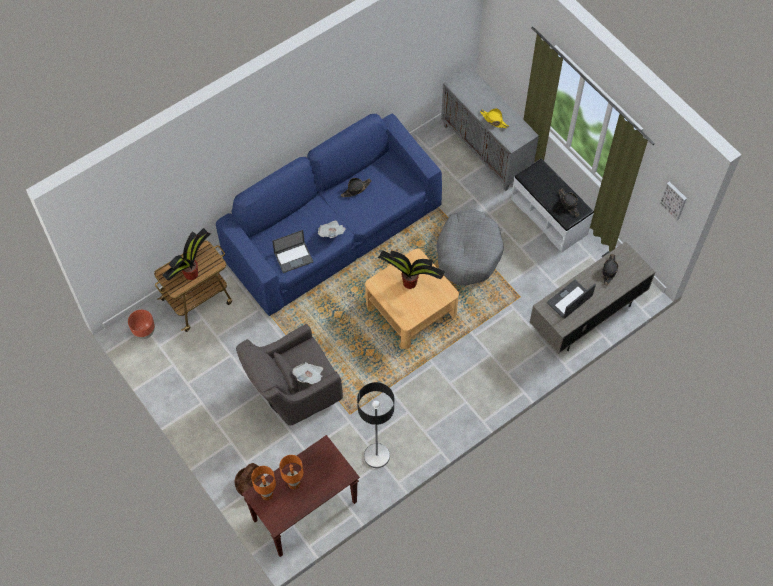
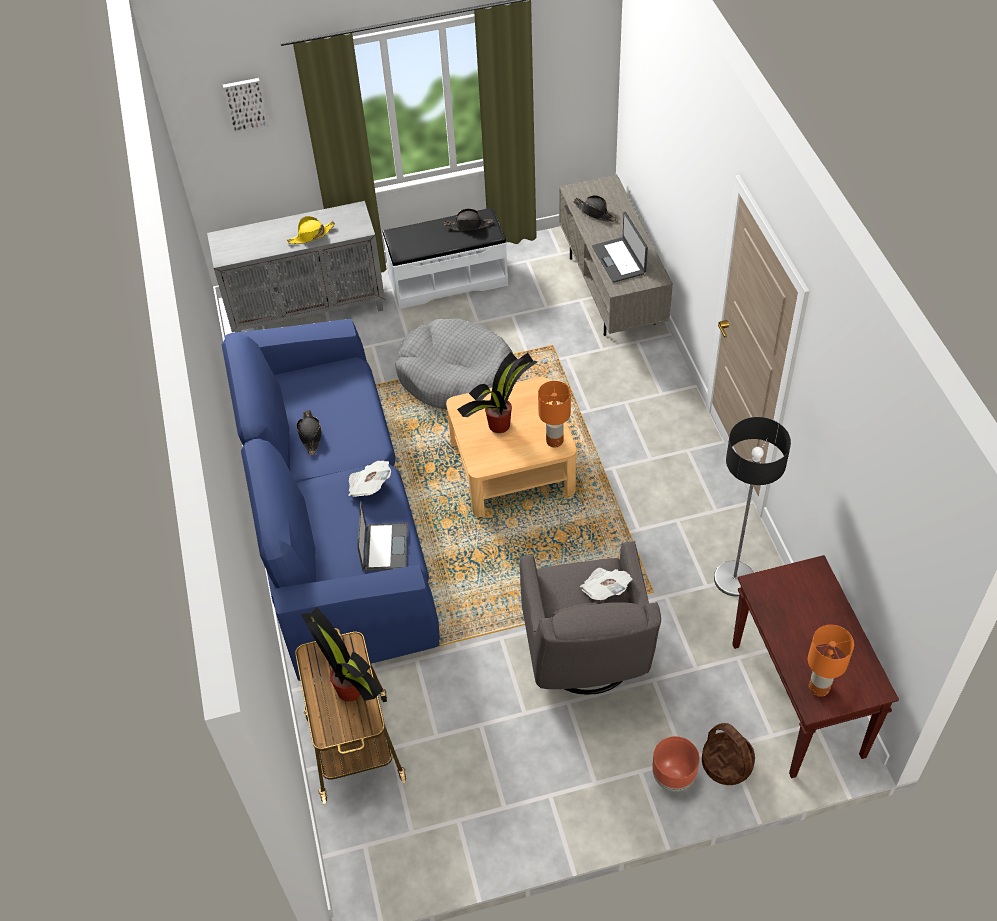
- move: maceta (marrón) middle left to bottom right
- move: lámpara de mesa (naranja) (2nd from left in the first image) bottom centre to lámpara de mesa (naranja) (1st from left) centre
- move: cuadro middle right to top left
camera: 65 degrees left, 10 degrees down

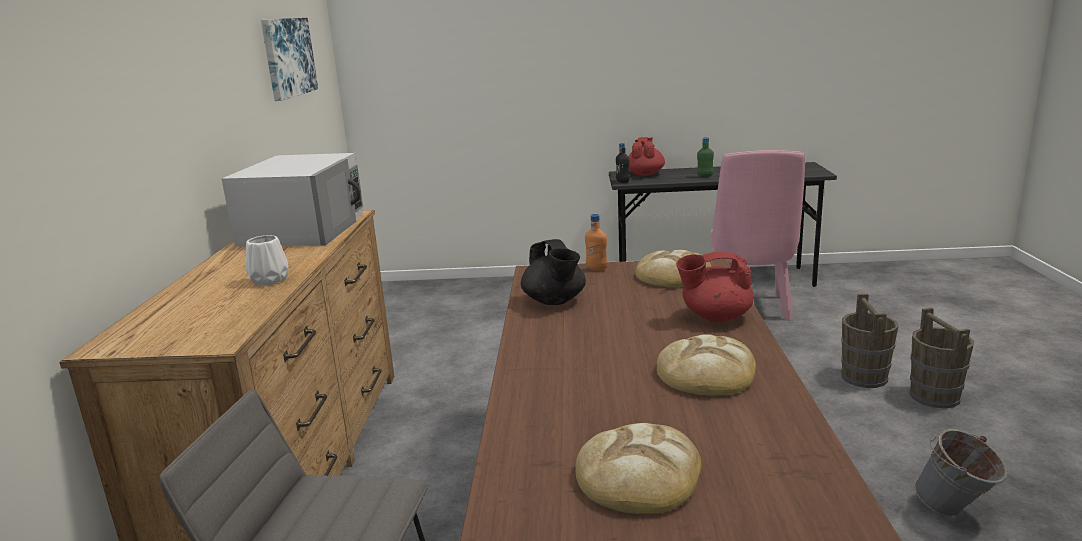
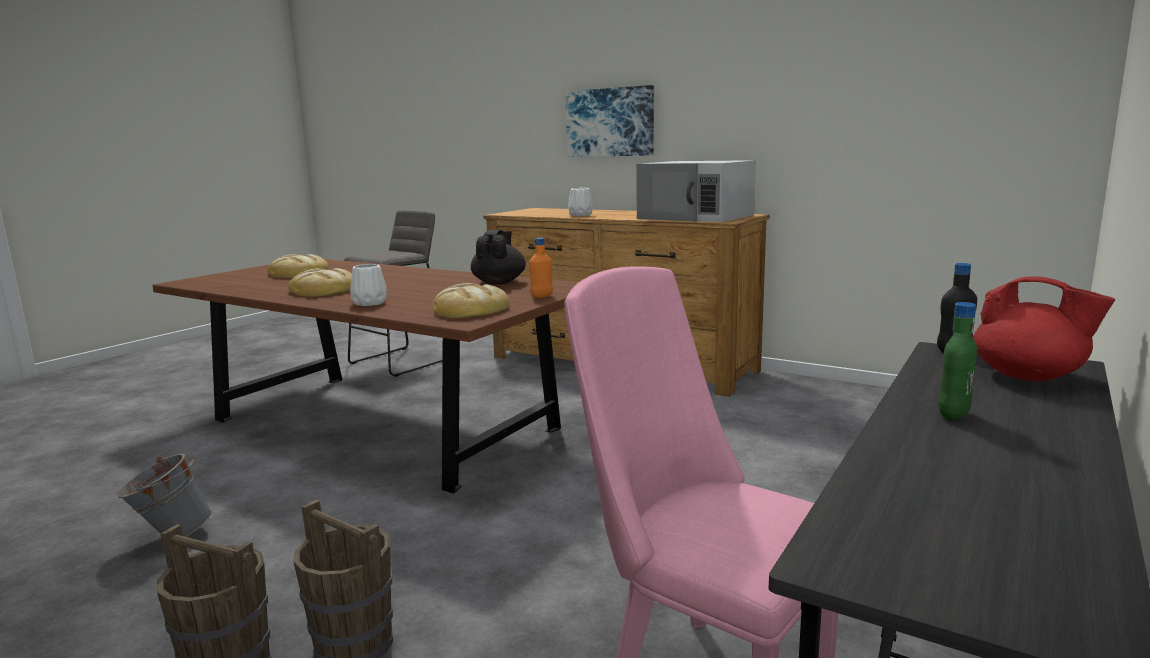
- move: cuadro top left to top centre
- rotate: tetera (negro) centre = centre 90 degrees clockwise
- replace: tetera (rojo) (2nd from left) centre to florero (blanco) (1st from left) middle left
camera: 120 degrees right, 5 degrees down

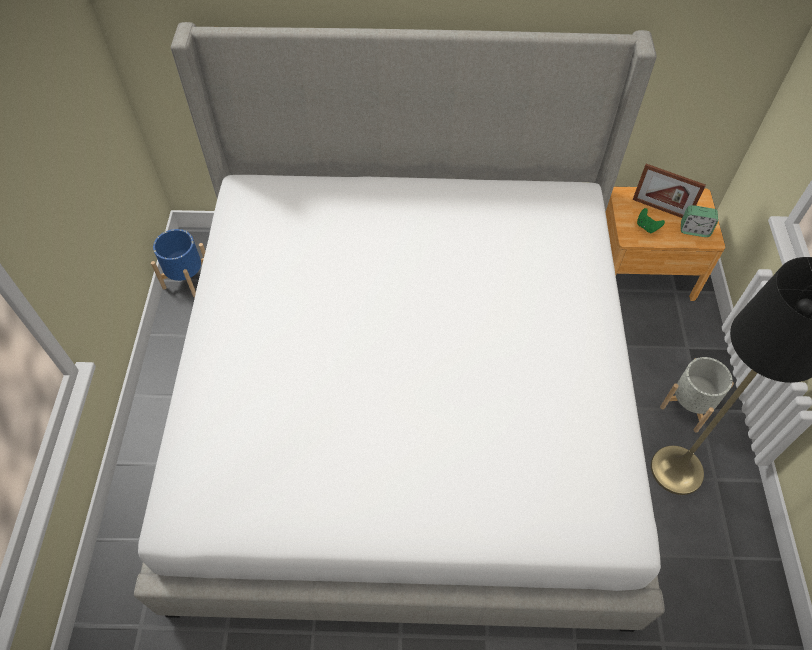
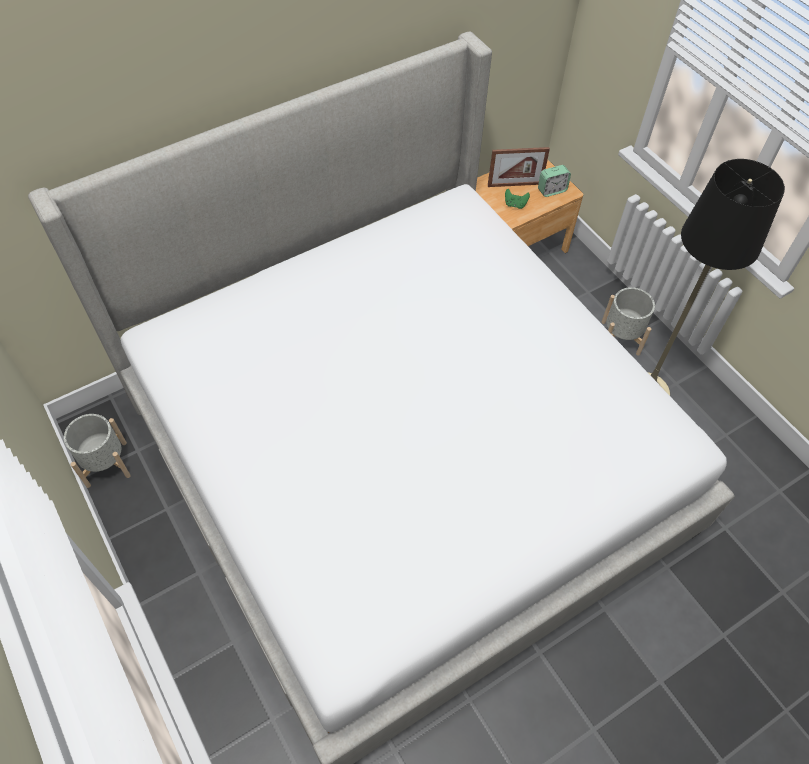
- recolor: maceta (azul) middle left to maceta (gris) (1st from left) middle left
camera: 35 degrees left, 0 degrees up

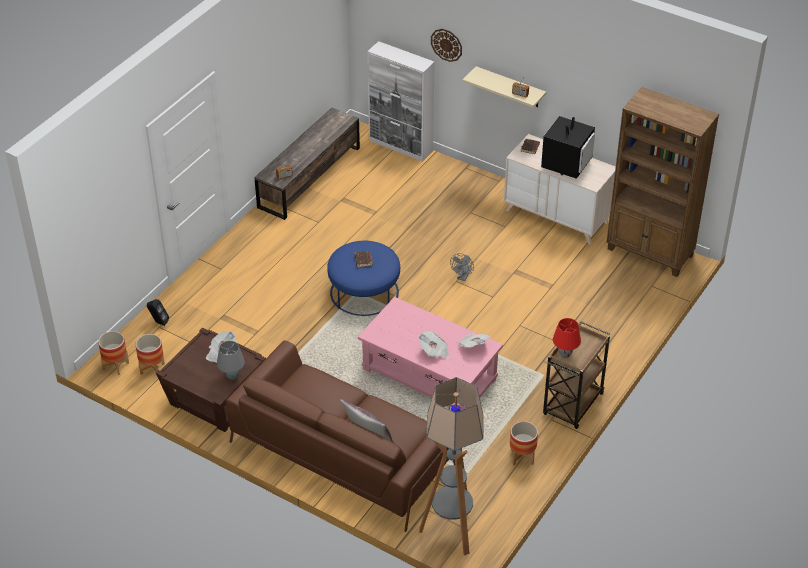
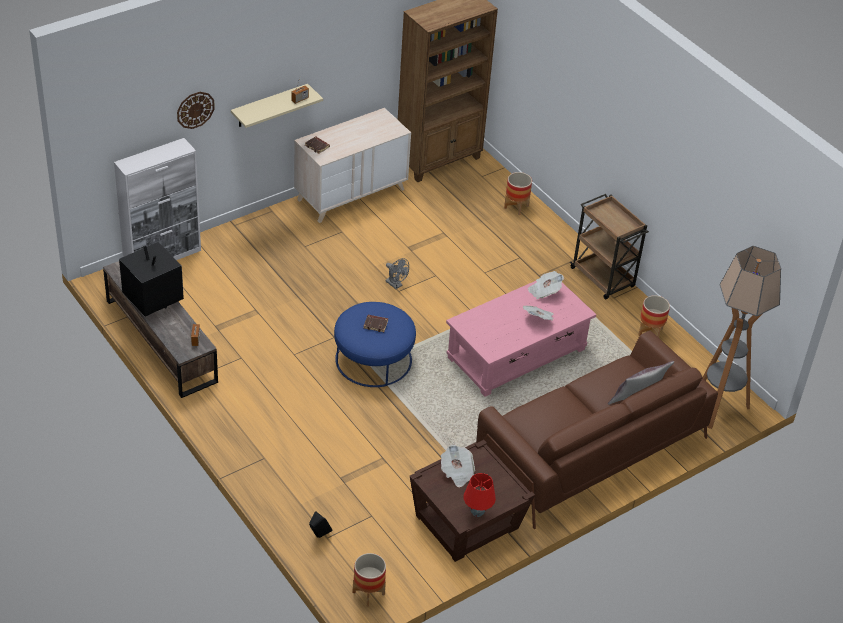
- move: maceta (2nd from left) middle left to top centre
- delete: lámpara de mesa (gris) middle left
- move: televisor top right to middle left
- move: lámpara de mesa (rojo) middle right to bottom centre
camera: 70 degrees left, 0 degrees up

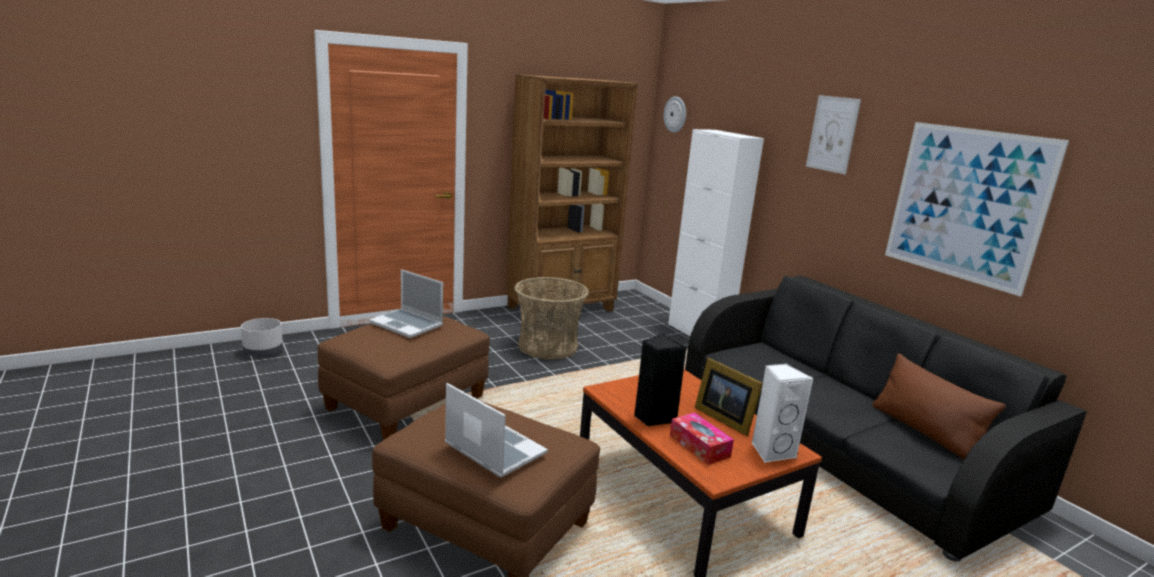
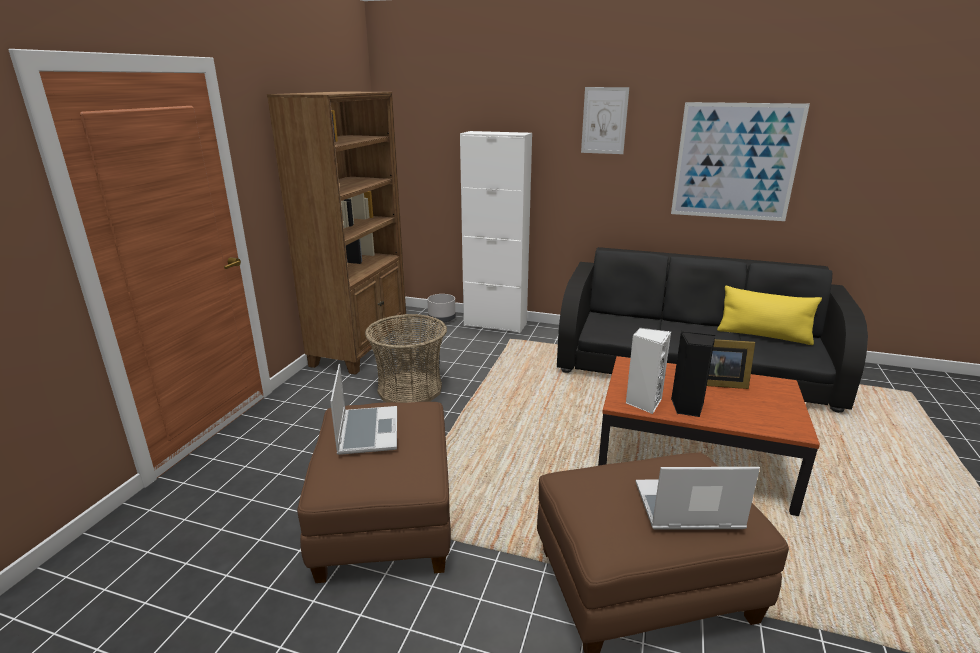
- move: maceta (gris) middle left to centre
- rotate: portátil (1st from left) centre = centre 90 degrees counterclockwise
- delete: reloj de pared top centre
- delete: caja de pañuelos bottom centre
- move: altavoz (blanco) bottom right to centre
- recolor: cojín (marrón) bottom right to cojín (amarillo) middle right
camera: 40 degrees left, 5 degrees up

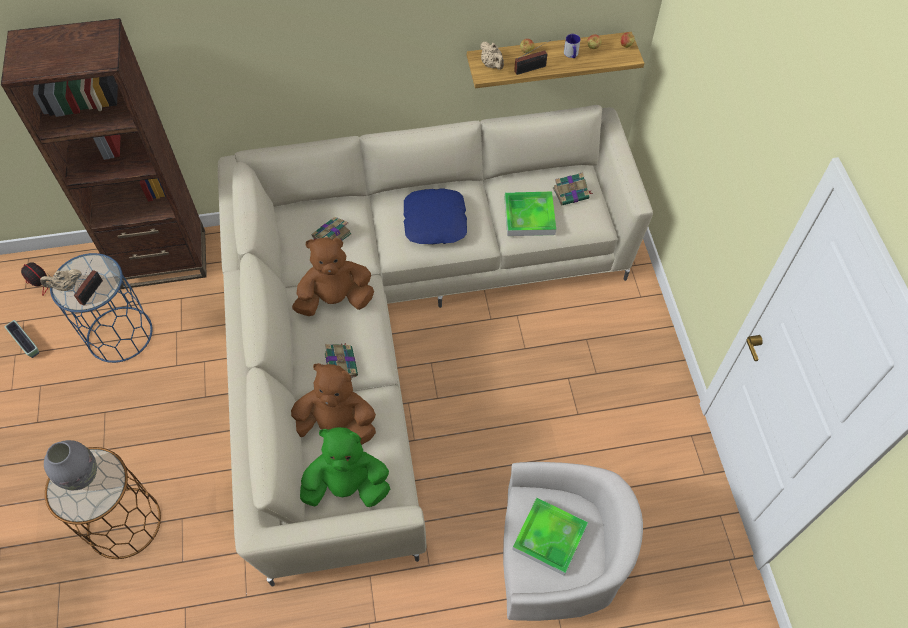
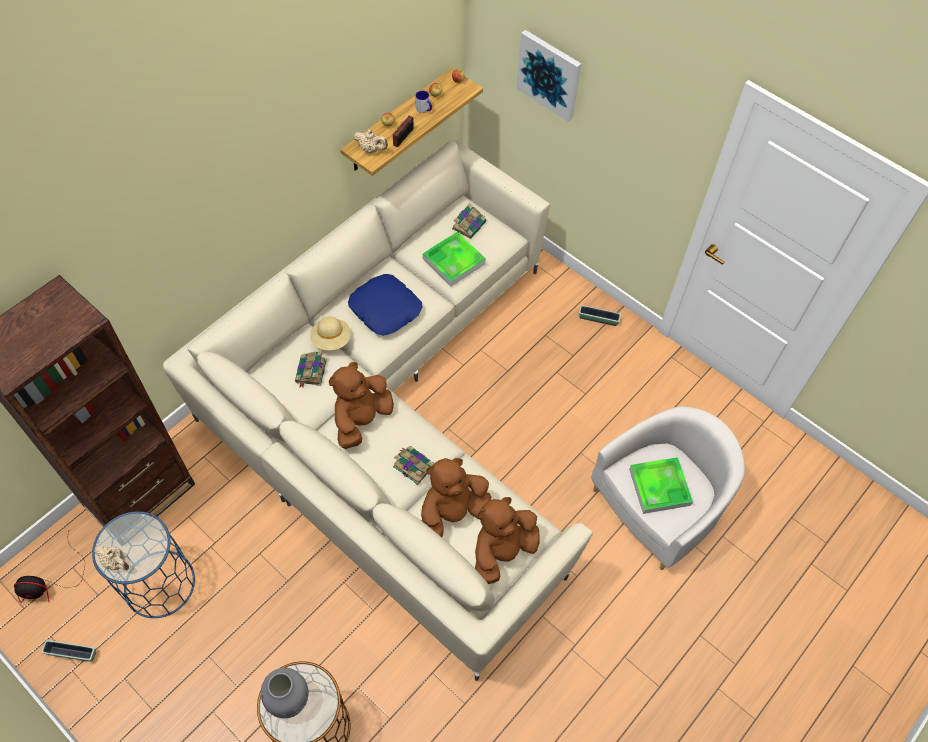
- rotate: tetera (beis) (1st from left) middle left = bottom left 90 degrees counterclockwise
- delete: radio (1st from left) middle left
- recolor: peluche (verde) bottom centre to peluche (marrón) (3rd from left) bottom centre
- insert: sombrero (beis) centre
- insert: cuadro top centre
- insert: maceta (2nd from left) centre
camera: 40 degrees left, 0 degrees up

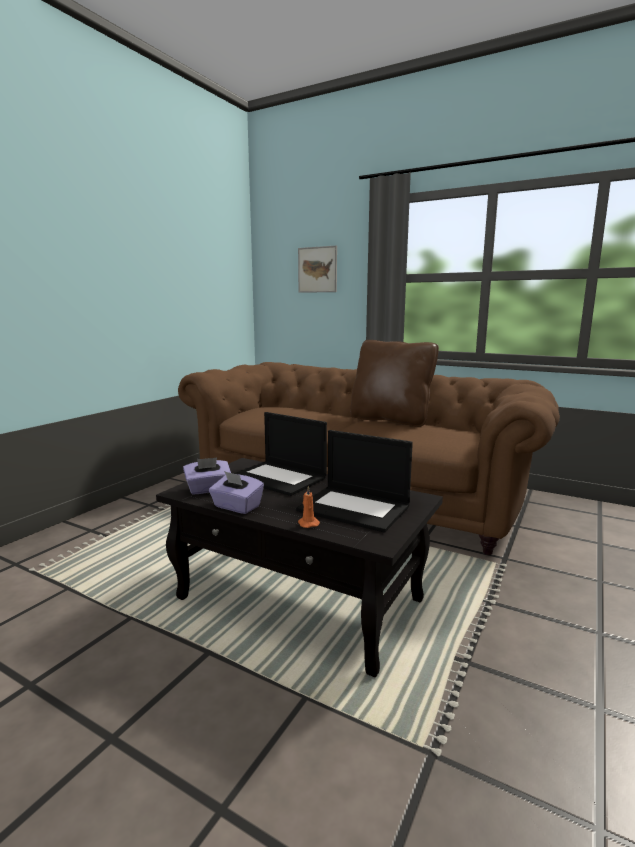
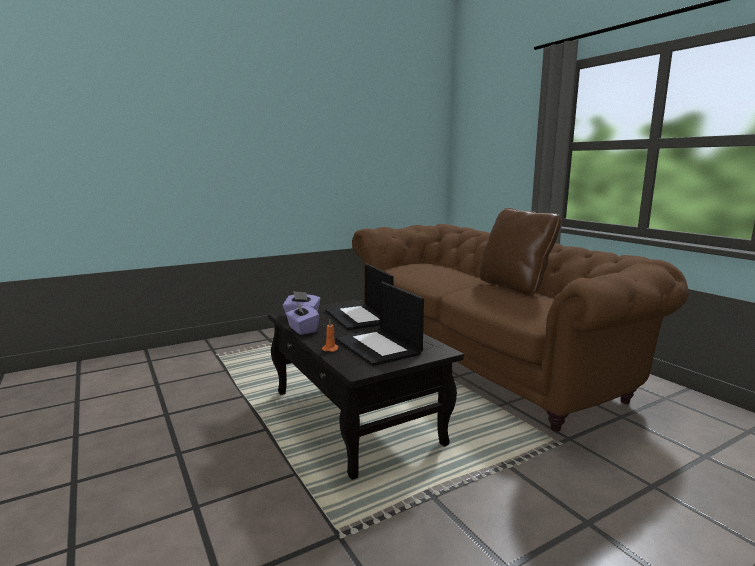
- delete: cuadro top centre
camera: 30 degrees right, 0 degrees up

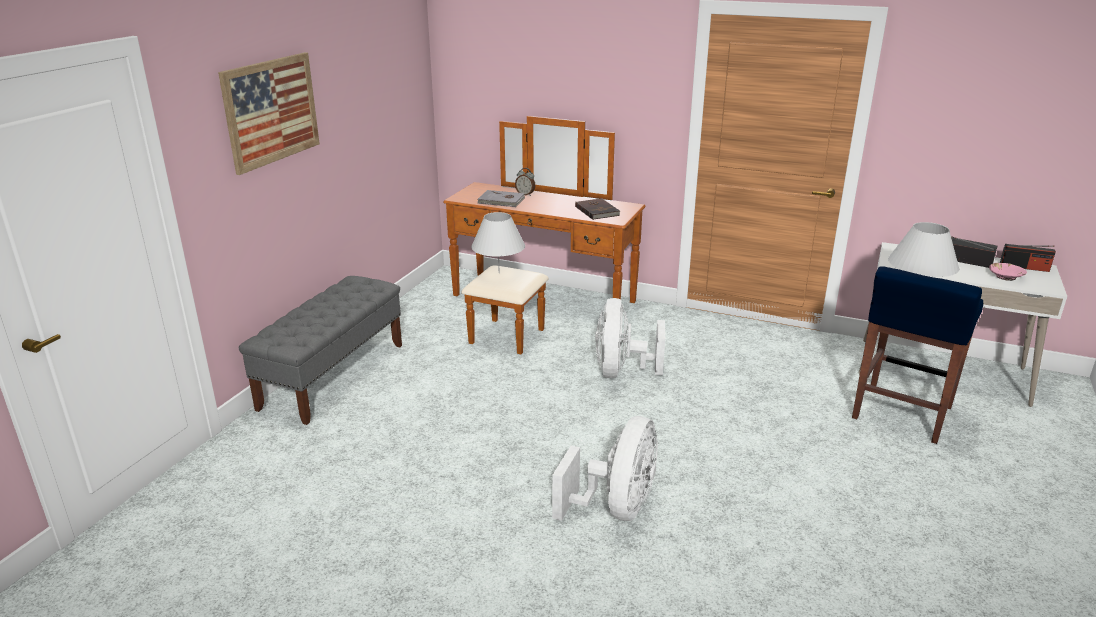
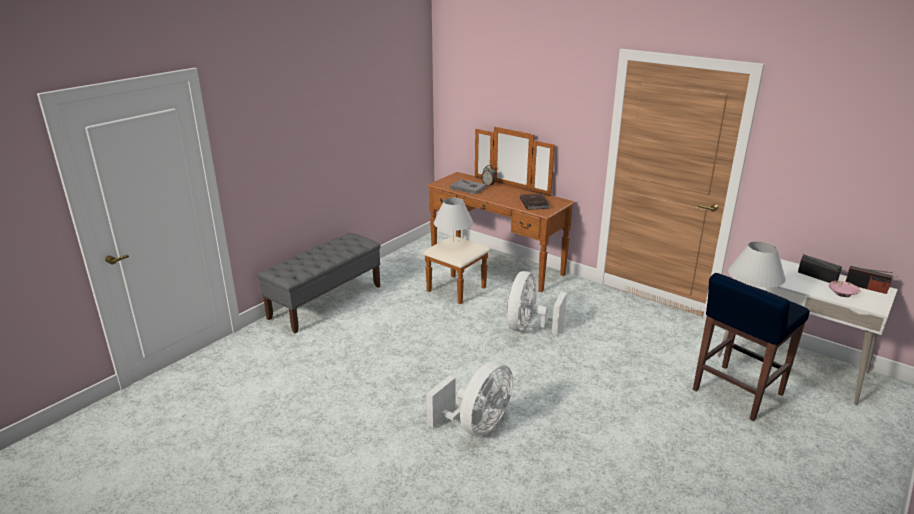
- delete: cuadro top left
camera: 15 degrees right, 0 degrees up

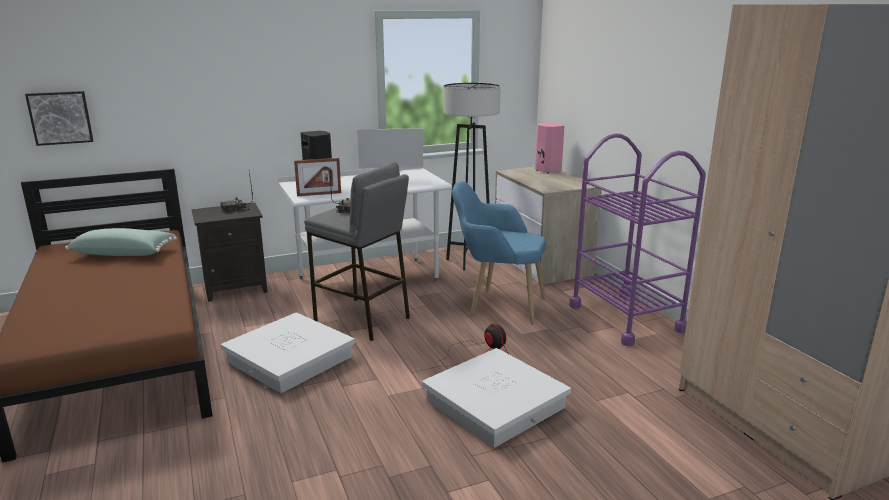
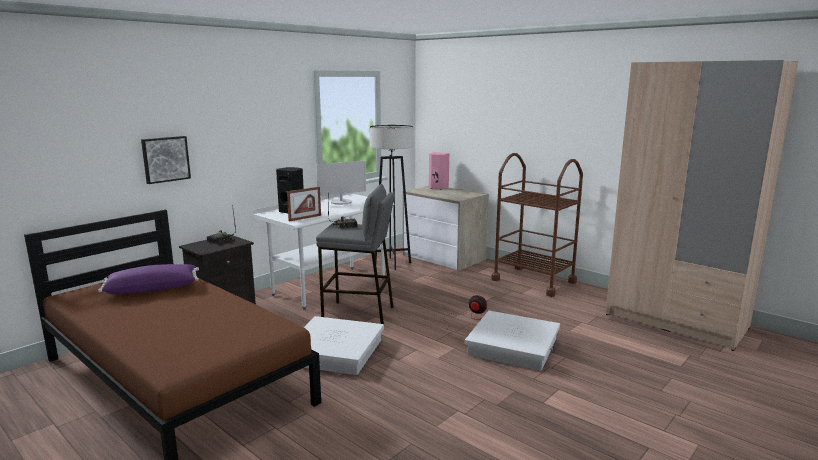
- move: cuadro top left to middle left
- recolor: cojín (verde) middle left to cojín (morado) middle left
- delete: sillón (azul) centre
- recolor: carrito (morado) middle right to carrito (marrón) centre
camera: 25 degrees left, 5 degrees down

